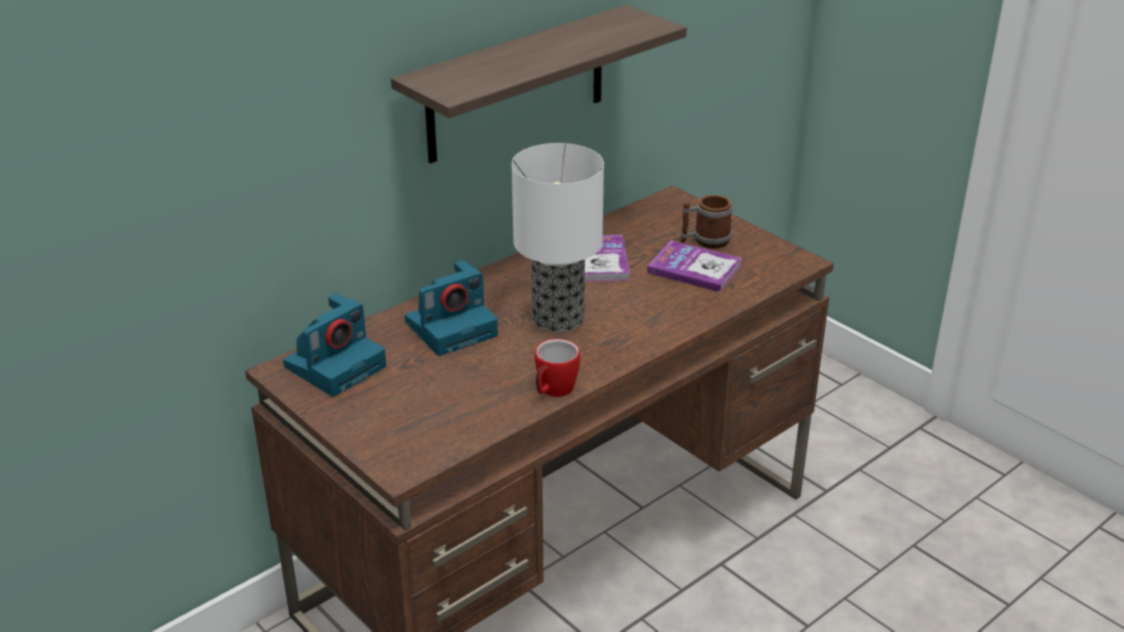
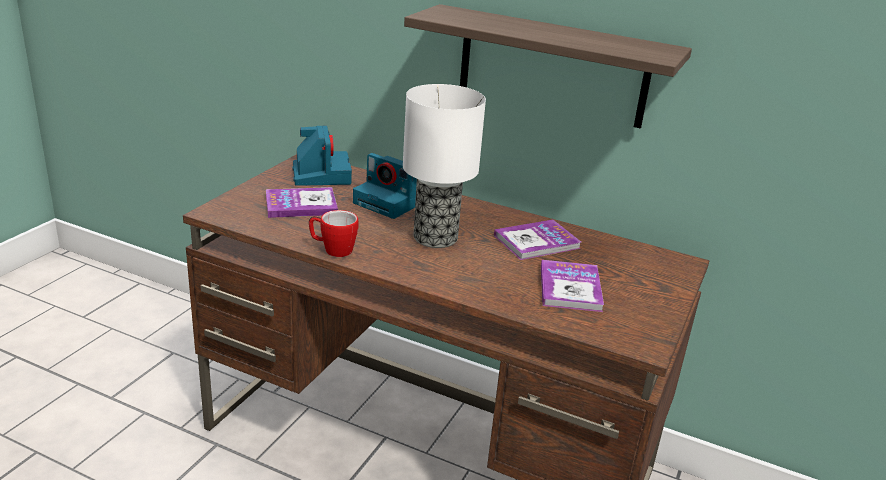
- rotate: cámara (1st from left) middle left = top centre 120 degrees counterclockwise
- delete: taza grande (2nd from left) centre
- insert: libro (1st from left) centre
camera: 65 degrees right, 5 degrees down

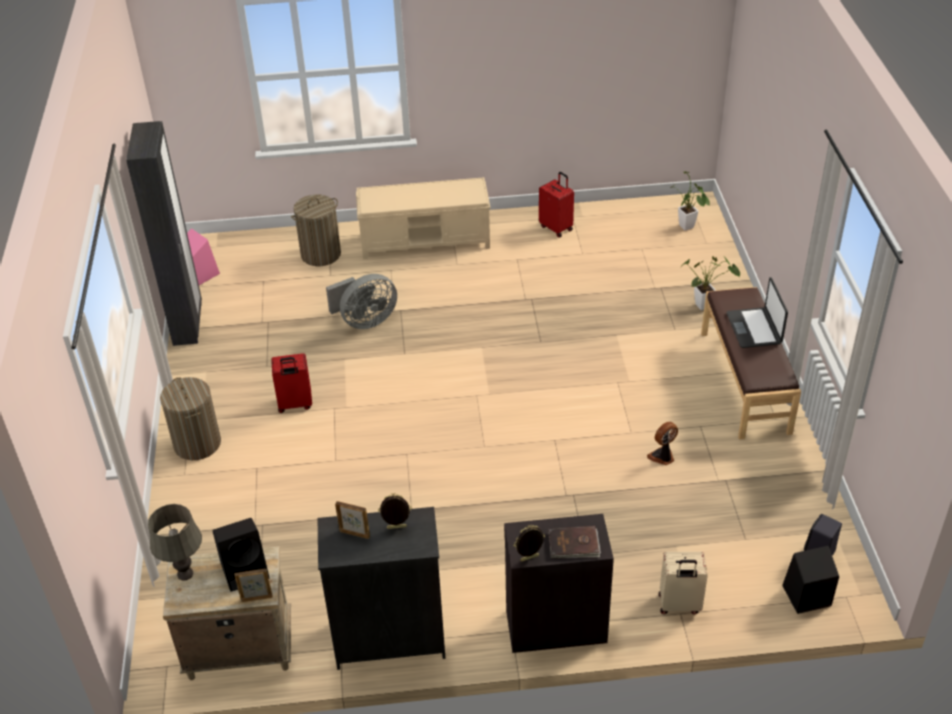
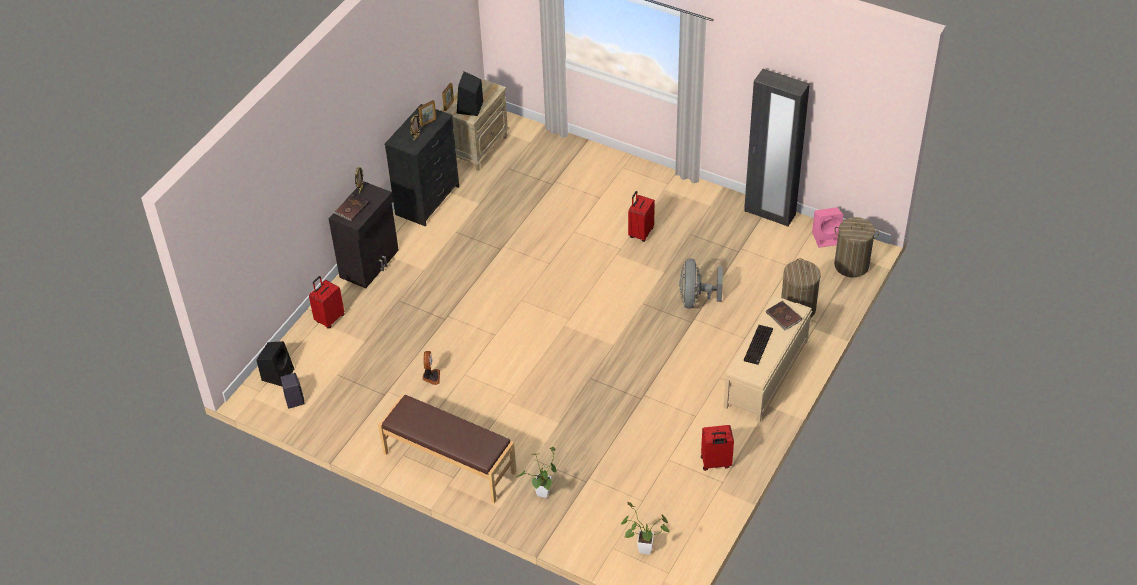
- delete: lámpara de mesa (gris) bottom left
- move: cesto de la ropa (1st from left in the first image) middle left to cesto de la ropa (2nd from left) middle right
- recolor: maleta (beis) bottom right to maleta (rojo) (1st from left) middle left
- delete: portátil middle right
- insert: teclado middle right
- insert: libro (marrón) (2nd from left) middle right
camera: 125 degrees right, 5 degrees up

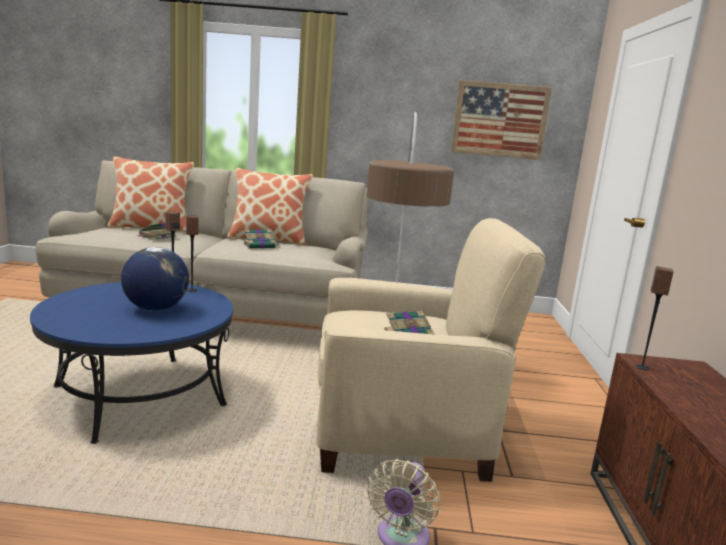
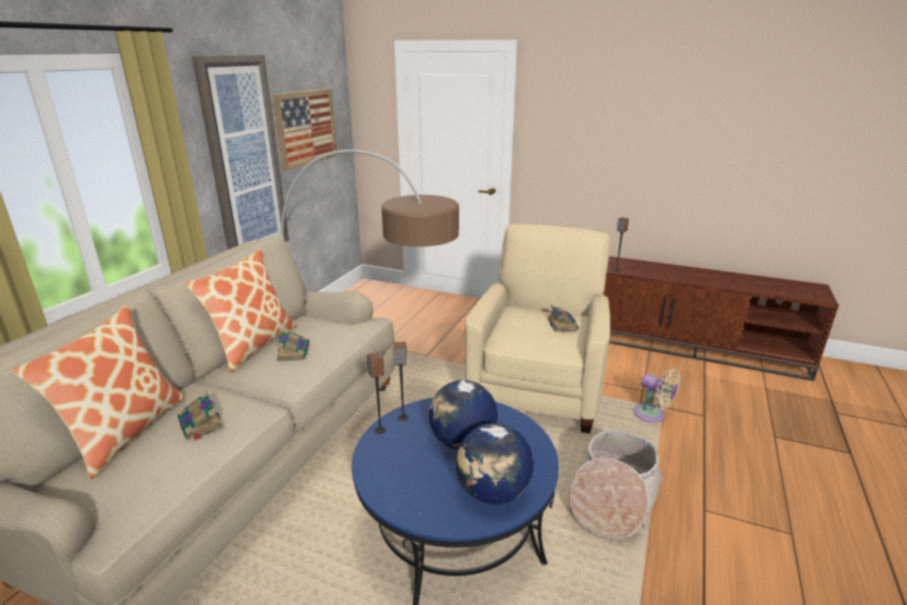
- insert: cuadro (1st from left) top left
- insert: globo terráqueo (2nd from left) bottom centre
- insert: cesta bottom right
camera: 70 degrees left, 10 degrees up

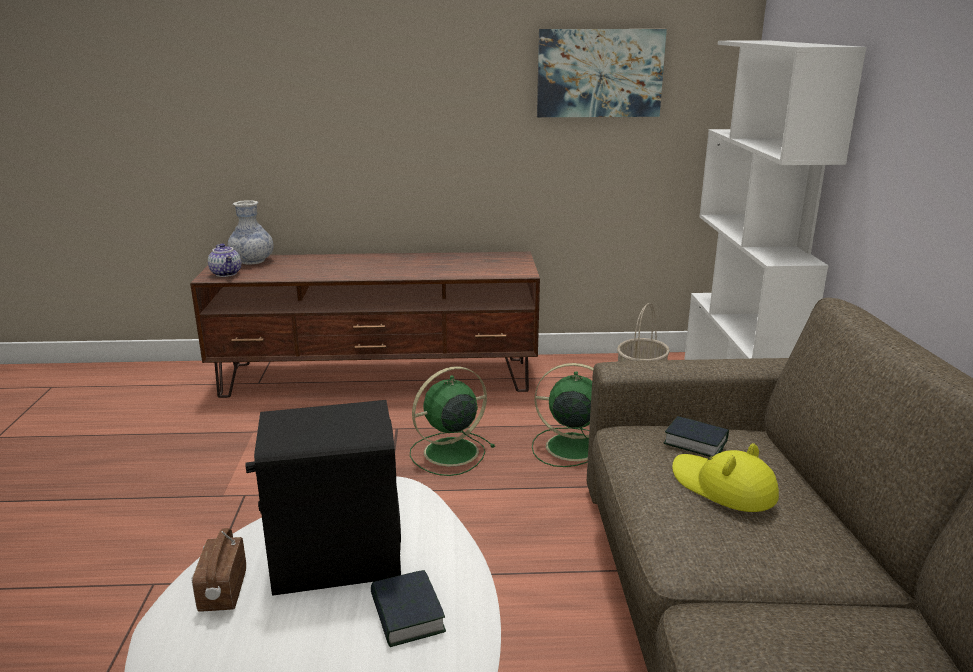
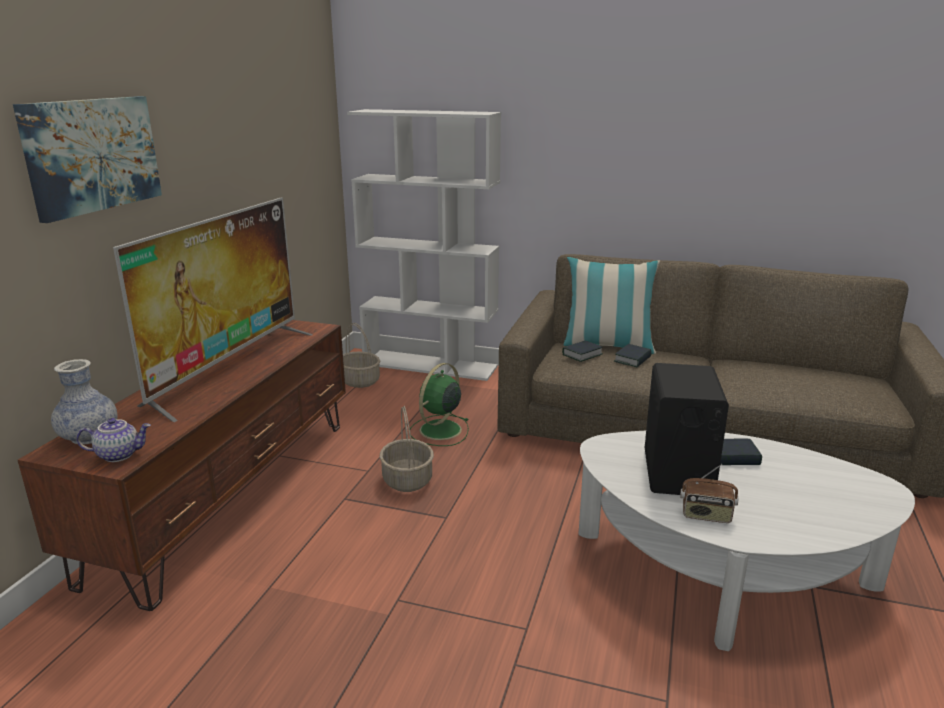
- replace: ventilador (verde) (1st from left) centre to cesta (2nd from left) centre
- move: cuadro top centre to top left
- replace: sombrero (amarillo) bottom right to libro (2nd from left) middle right
- insert: televisor middle left
- insert: cojín centre
camera: 70 degrees left, 0 degrees up

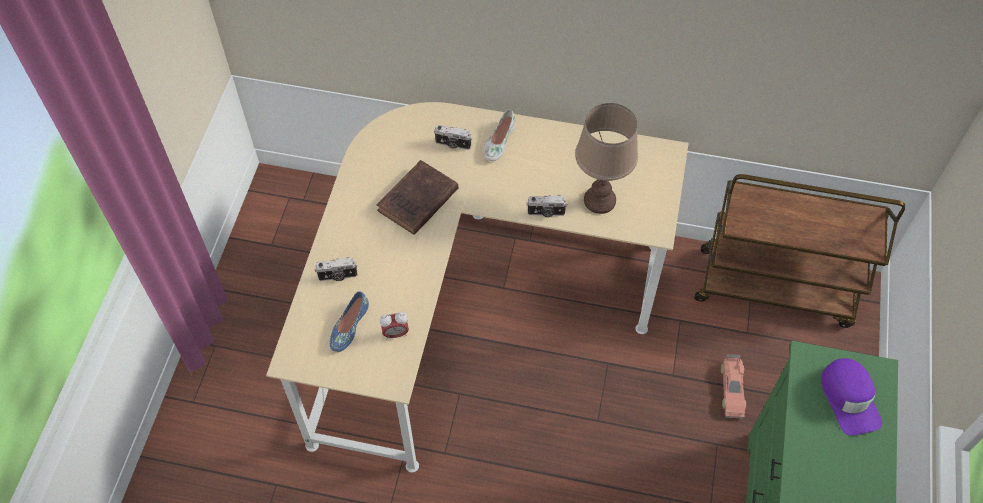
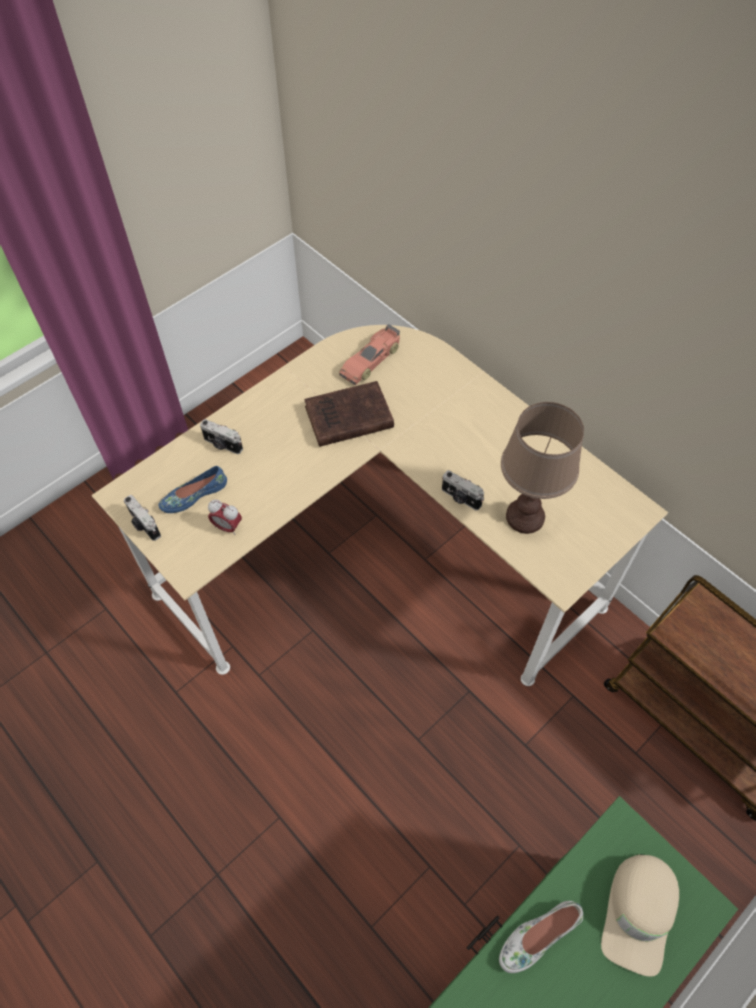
- move: cámara (2nd from left in the first image) top centre to cámara (1st from left) middle left
- move: zapato (blanco) top centre to bottom right
- move: coche de juguete bottom right to centre
- recolor: gorra (morado) bottom right to gorra (beis) bottom right
camera: 35 degrees right, 0 degrees up

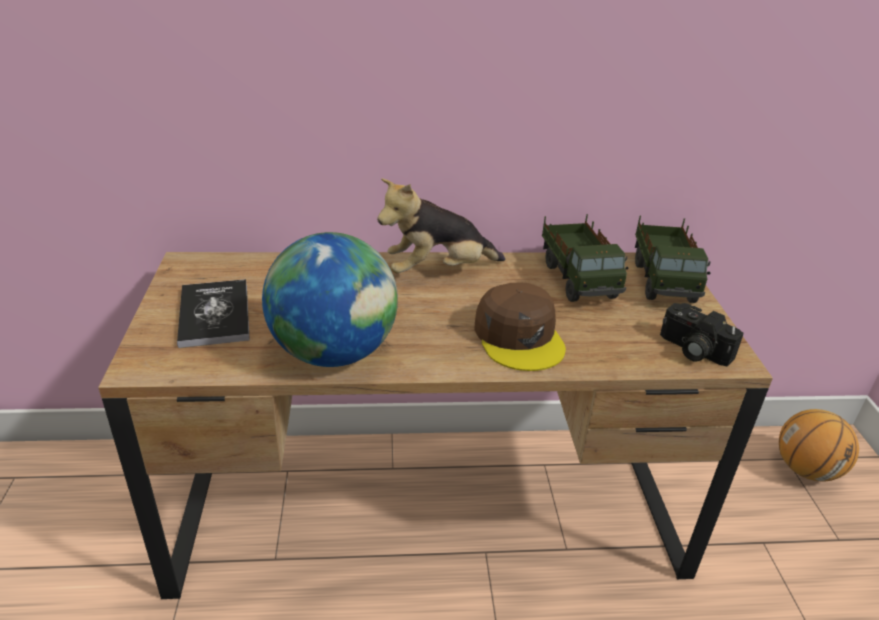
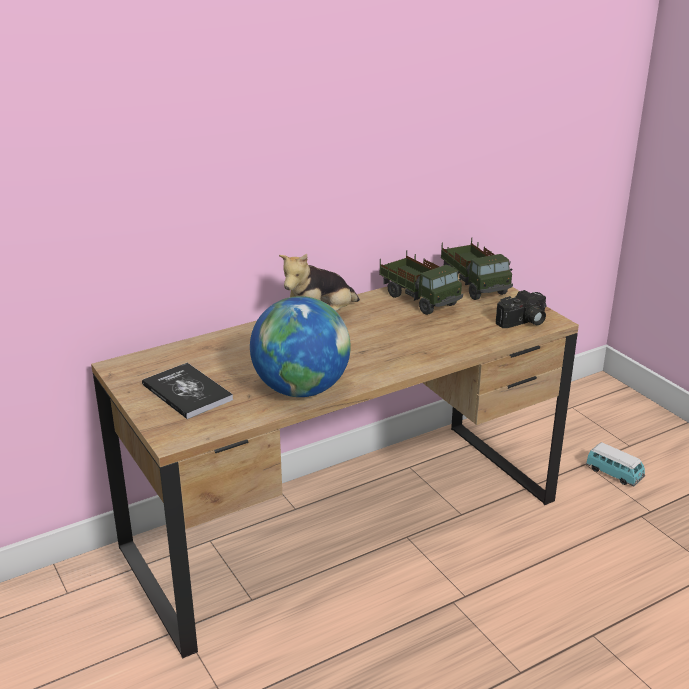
- delete: gorra (marrón) centre
- rotate: cámara middle right = middle right 45 degrees counterclockwise
- delete: balón de baloncesto bottom right
- insert: coche de juguete bottom right
camera: 25 degrees left, 5 degrees down

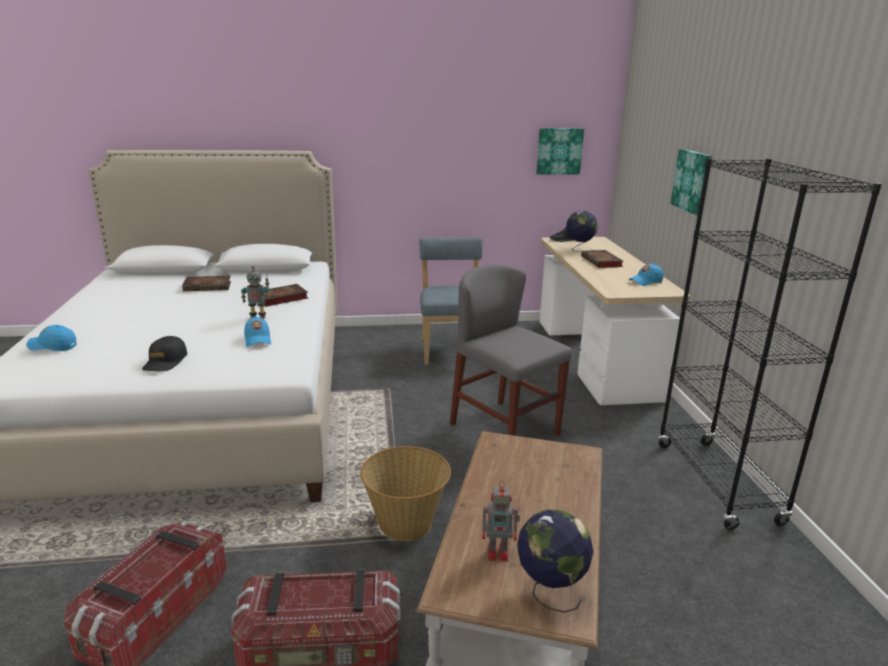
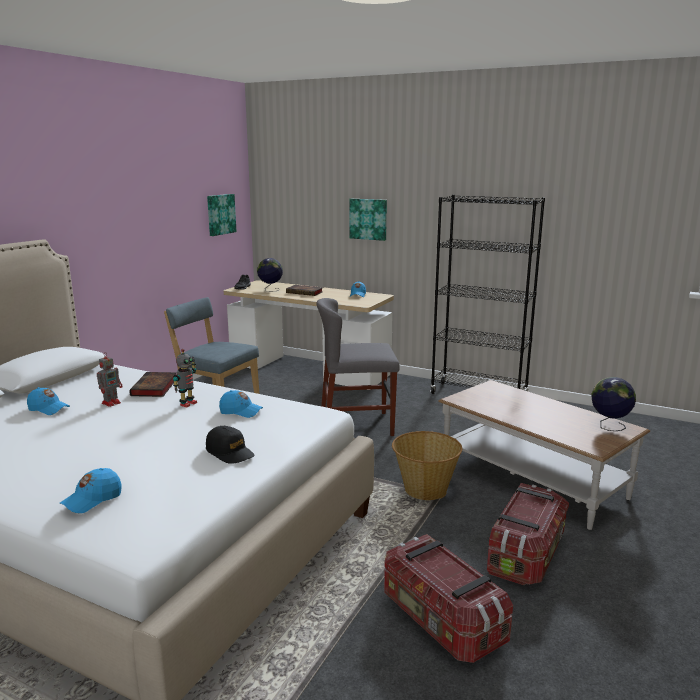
- replace: libro (1st from left) middle left to gorra (azul) (1st from left) middle left
- move: robot de juguete (2nd from left in the first image) bottom centre to robot de juguete (1st from left) middle left
camera: 55 degrees left, 5 degrees down

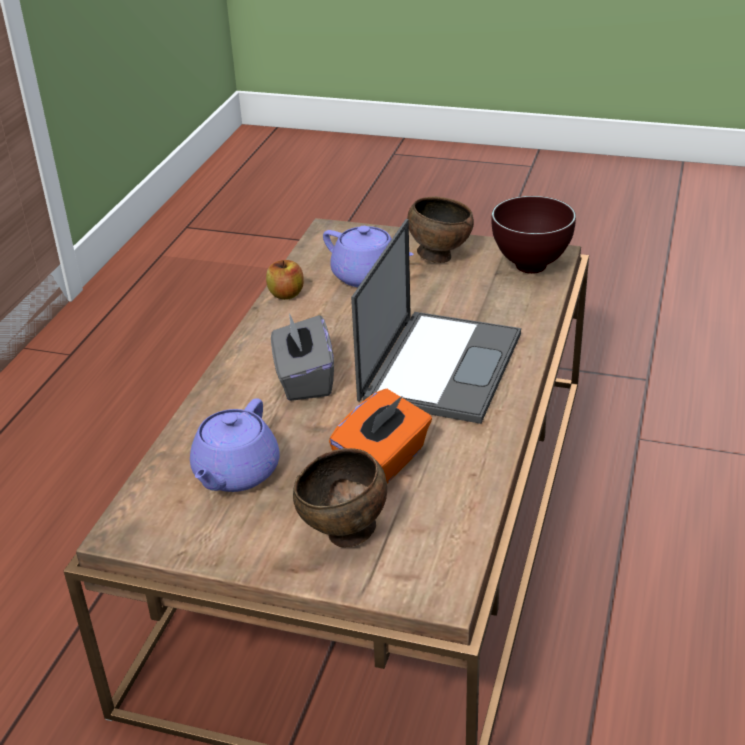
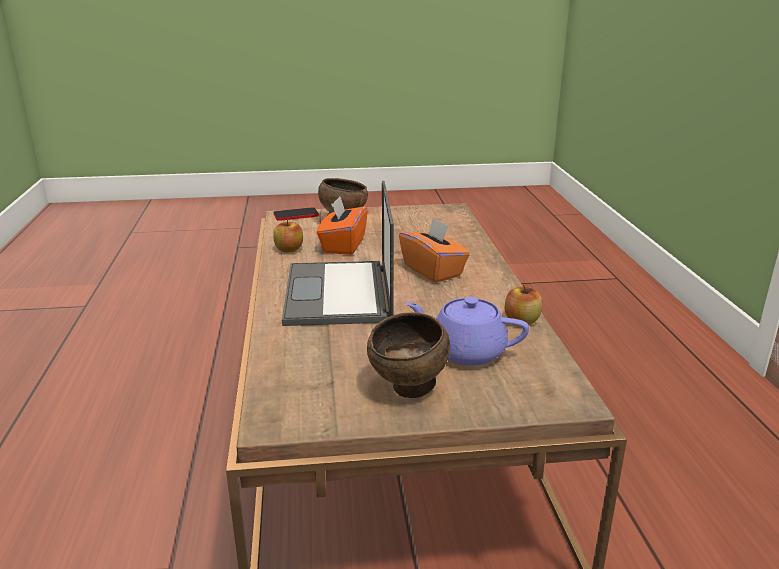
- delete: tetera (morado) (1st from left) middle left
- recolor: caja de pañuelos (gris) centre to caja de pañuelos (naranja) (2nd from left) centre
- delete: cuenco (marrón) (3rd from left) top right
- insert: manzana (1st from left) centre
- insert: móvil centre
camera: 155 degrees right, 10 degrees down

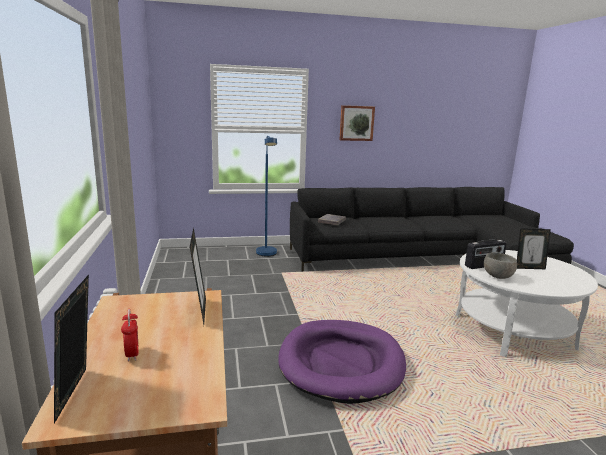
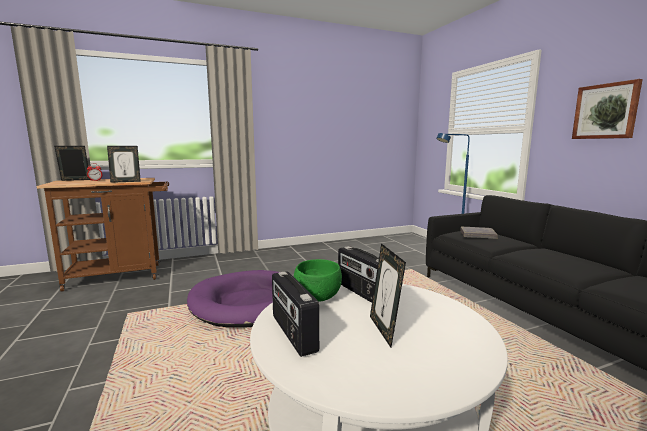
- recolor: cuenco (gris) middle right to cuenco (verde) centre
- insert: radio (1st from left) bottom centre
camera: 80 degrees right, 5 degrees down

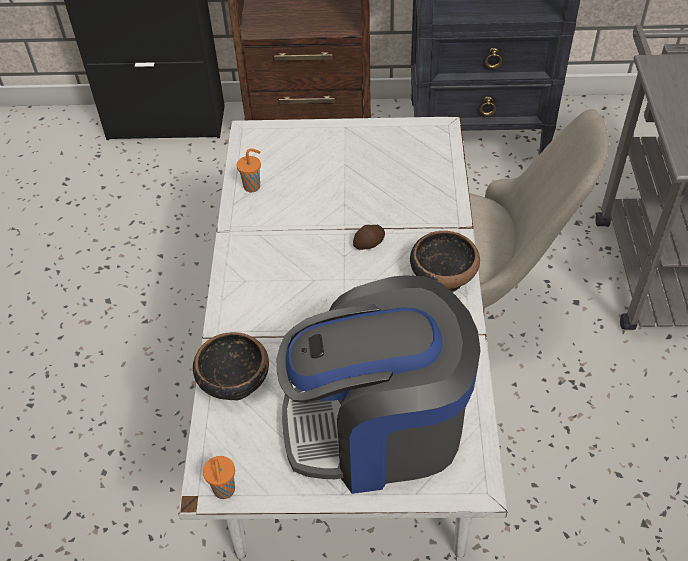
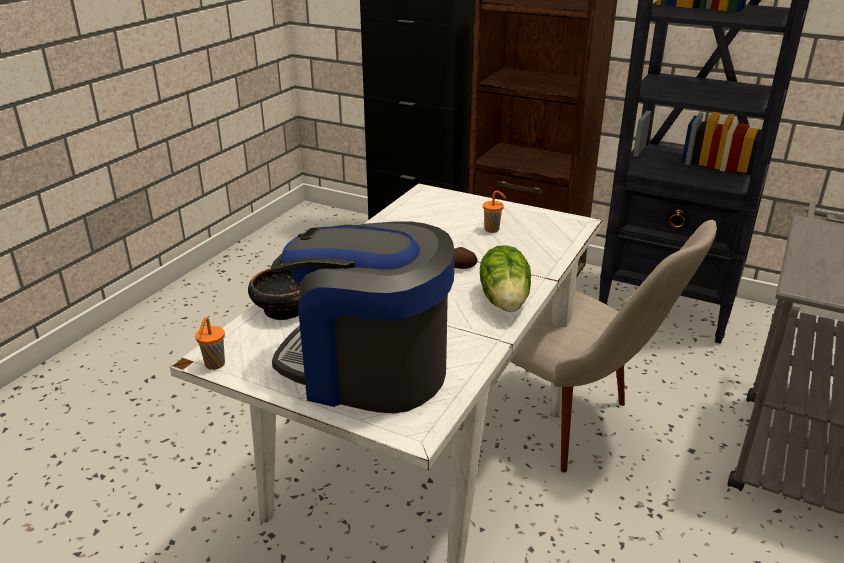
- move: taza (naranja) (2nd from left) top centre to centre
- replace: cuenco (2nd from left) centre to lechuga centre
camera: 25 degrees right, 20 degrees down

